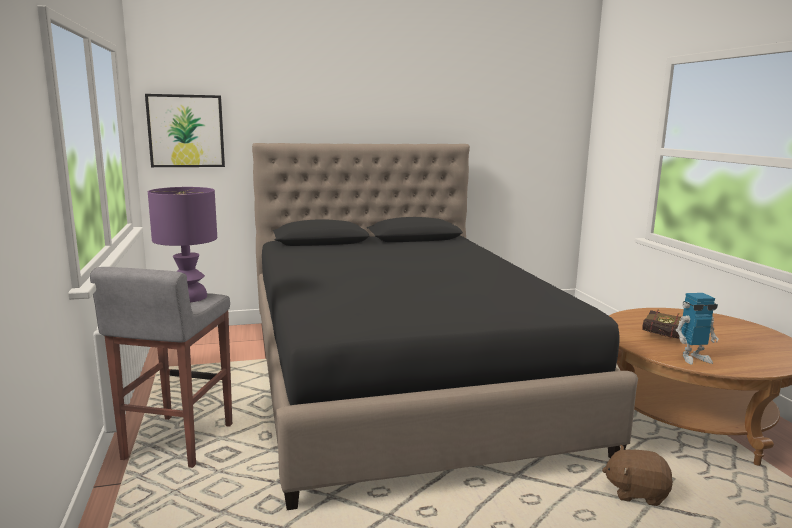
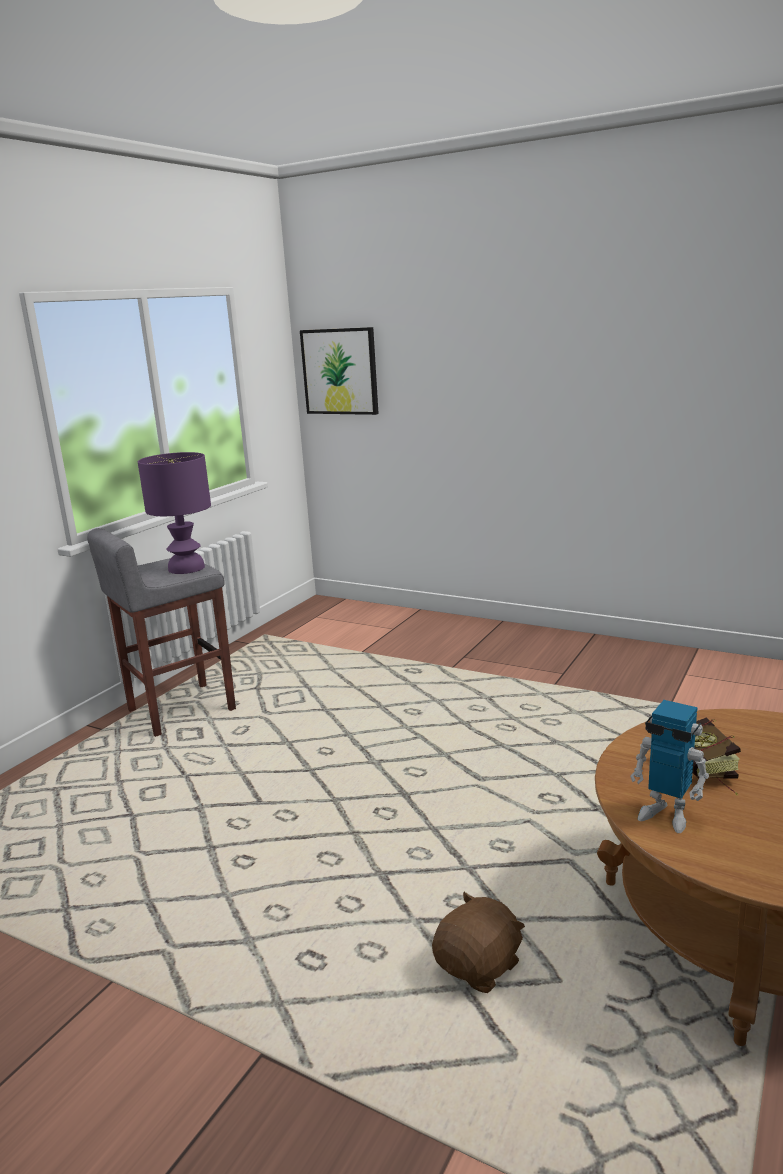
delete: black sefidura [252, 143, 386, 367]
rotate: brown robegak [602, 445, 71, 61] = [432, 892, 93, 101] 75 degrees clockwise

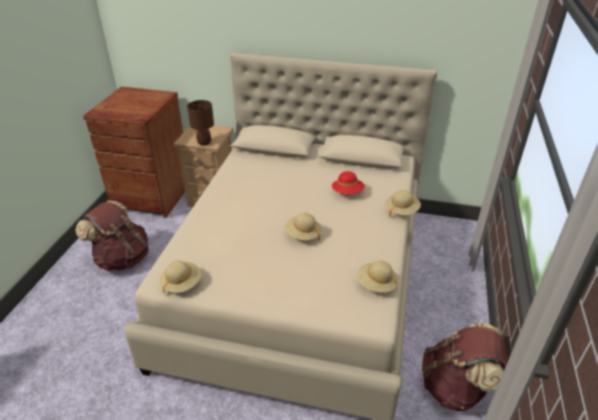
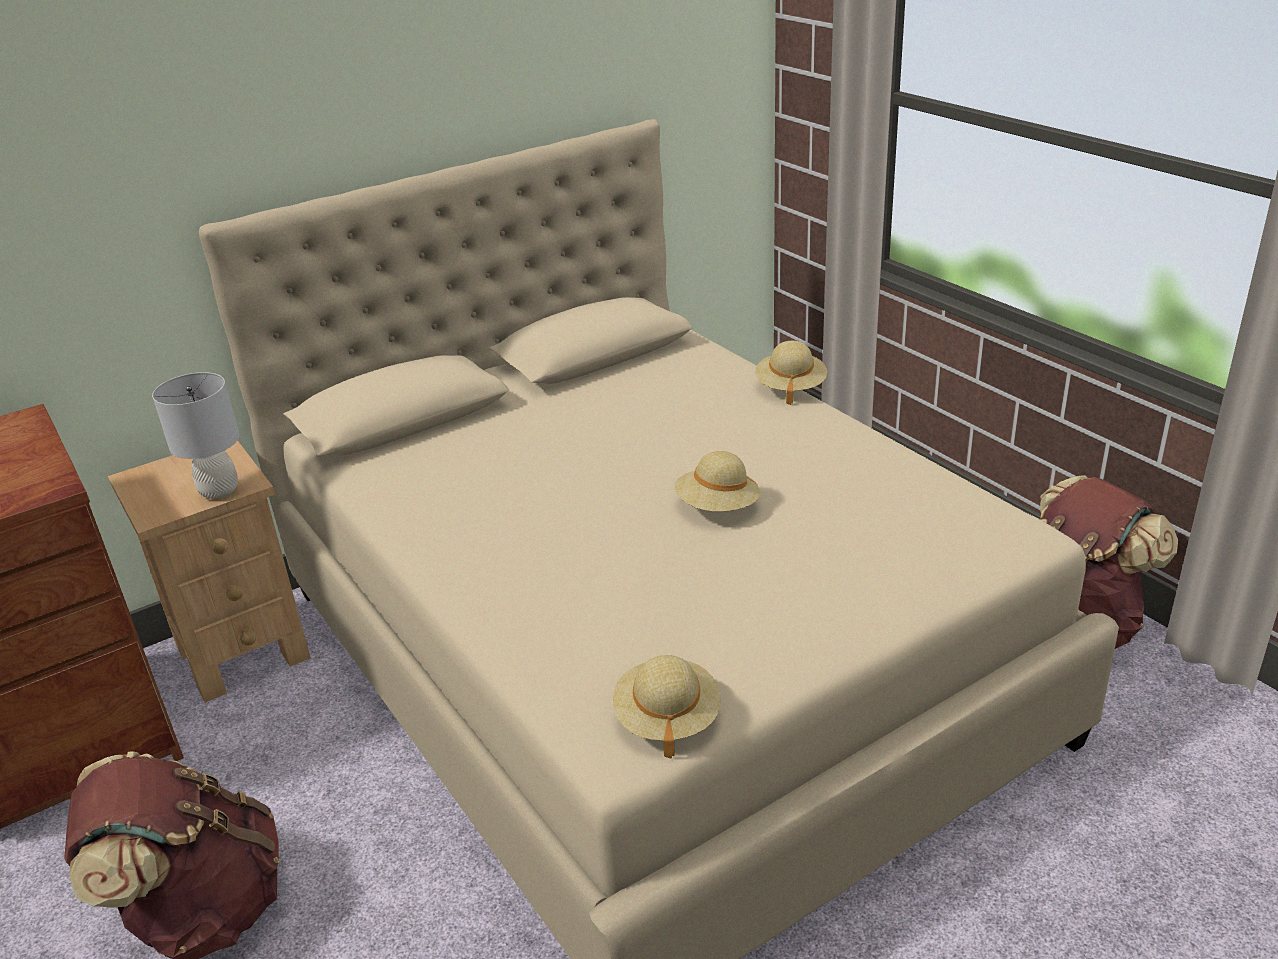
delete: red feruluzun [332, 171, 33, 23]; beige feruluzun [357, 260, 41, 33]
recolor: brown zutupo [187, 100, 27, 45] to grey zutupo [152, 372, 88, 127]

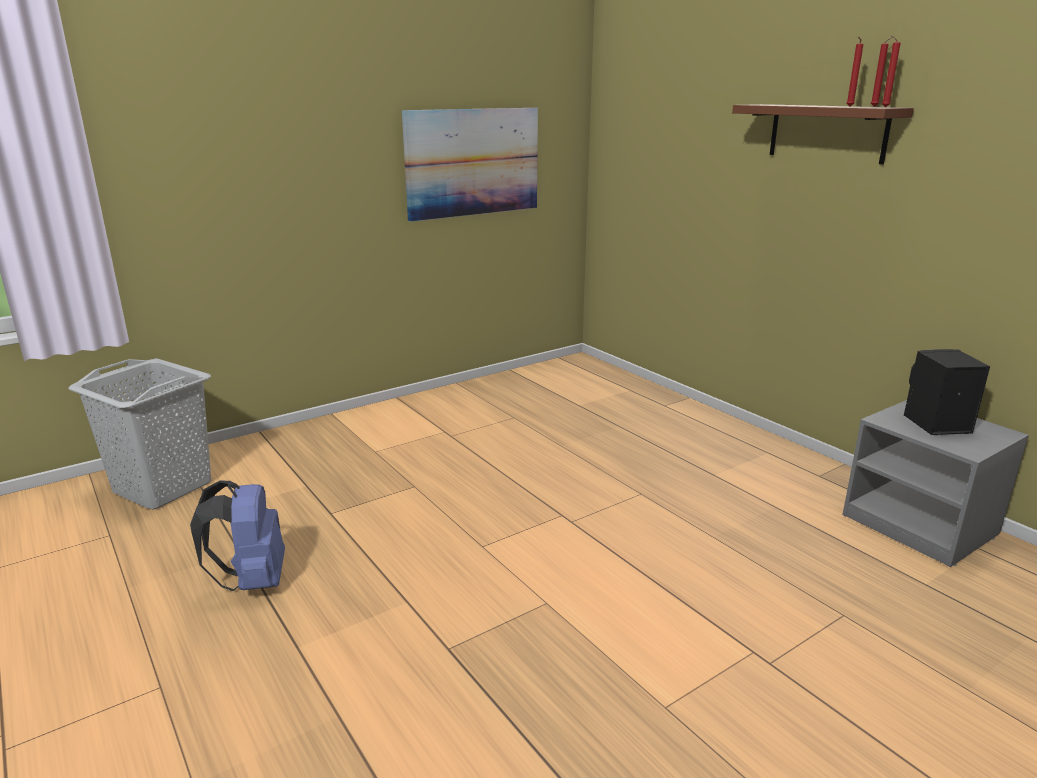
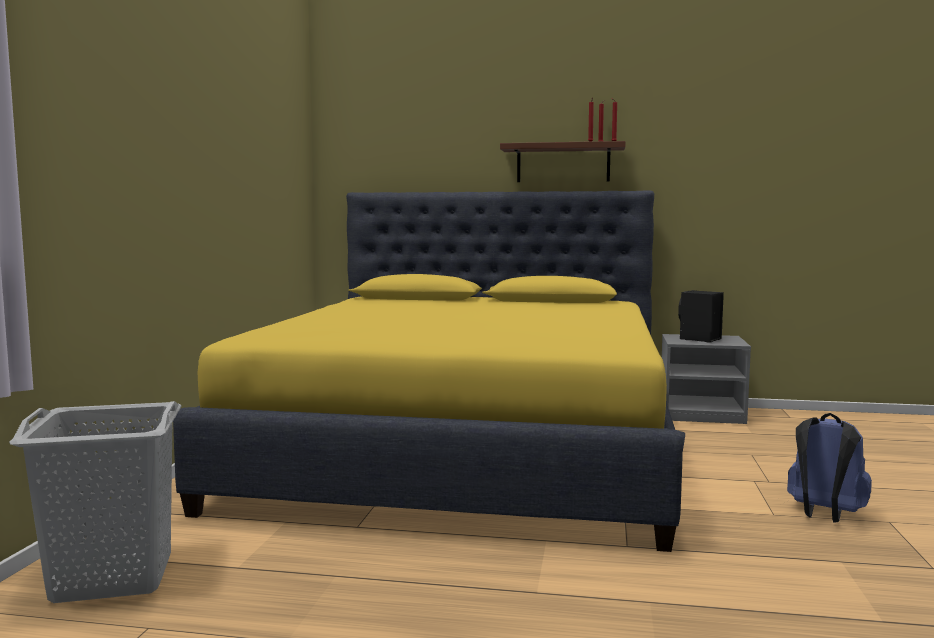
delete: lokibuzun [402, 108, 136, 114]
insert: yellow sefidura [173, 190, 512, 362]
move: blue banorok [190, 480, 95, 111] to [787, 413, 85, 110]

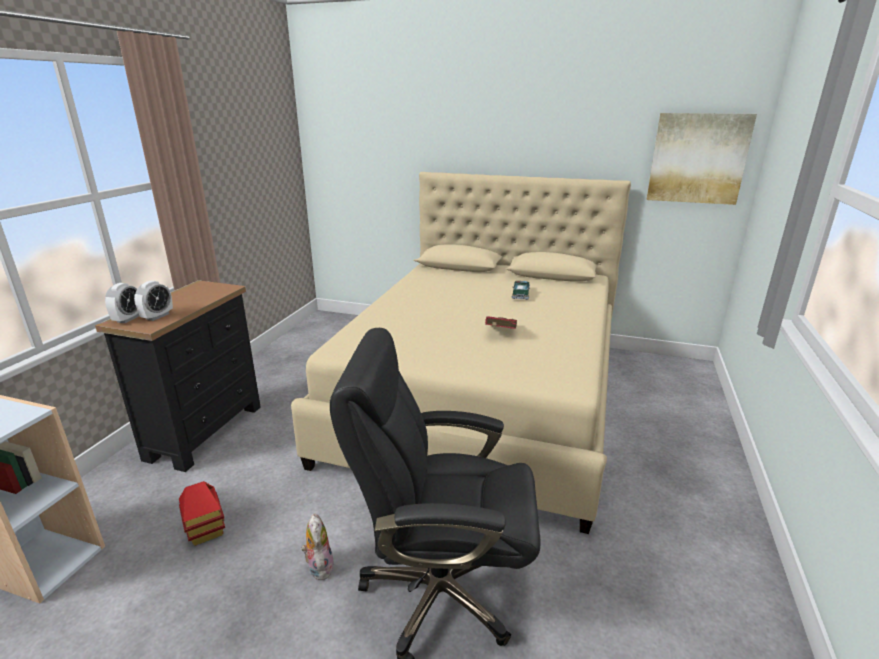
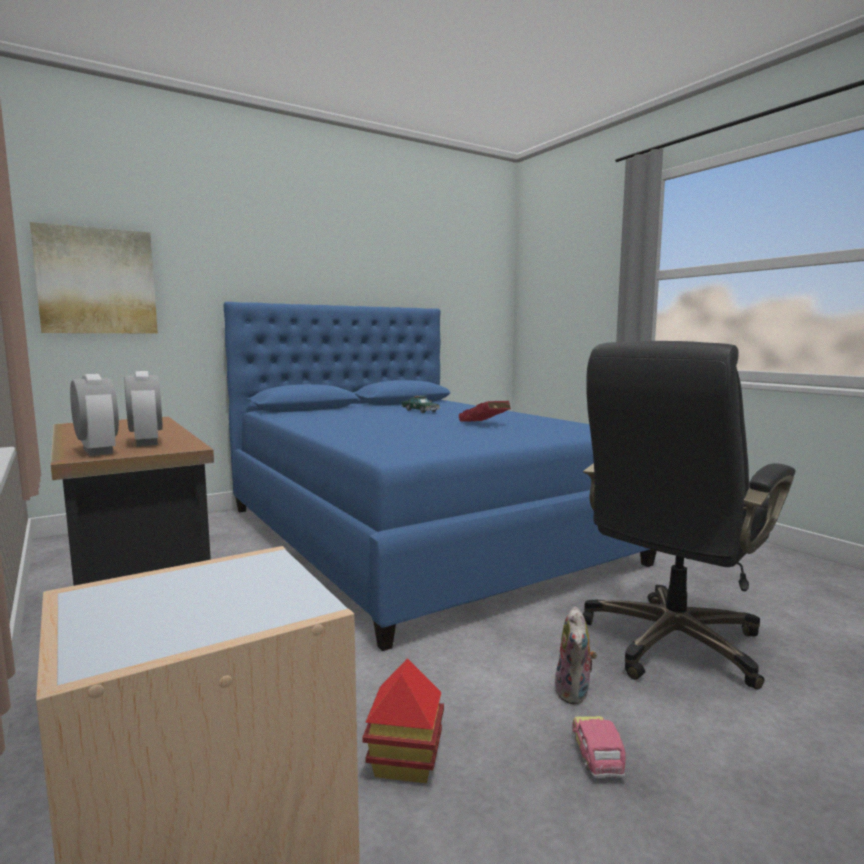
insert: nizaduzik [572, 716, 54, 62]
move: lokibuzun [647, 113, 110, 92] to [30, 222, 128, 112]
recolor: beige sefidura [291, 172, 340, 362] to blue sefidura [224, 302, 433, 349]
rotate: robegak [301, 513, 33, 67] = [554, 606, 43, 98] 105 degrees counterclockwise

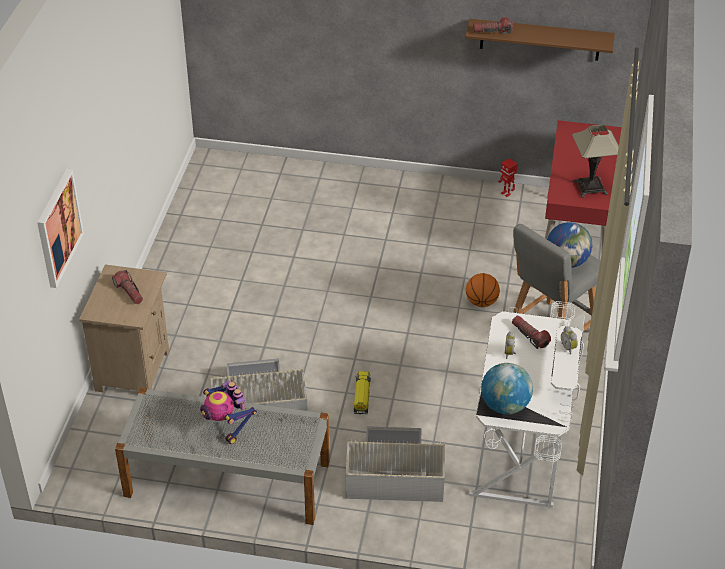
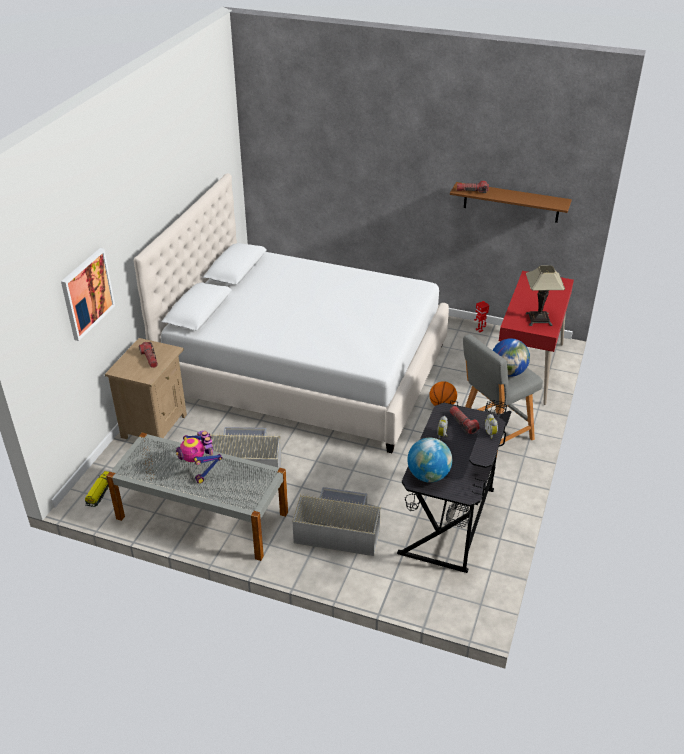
insert: white sefidura [134, 173, 315, 280]
move: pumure [354, 371, 17, 44] to [85, 471, 24, 36]
recolor: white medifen [469, 301, 116, 207] to black medifen [397, 400, 115, 173]

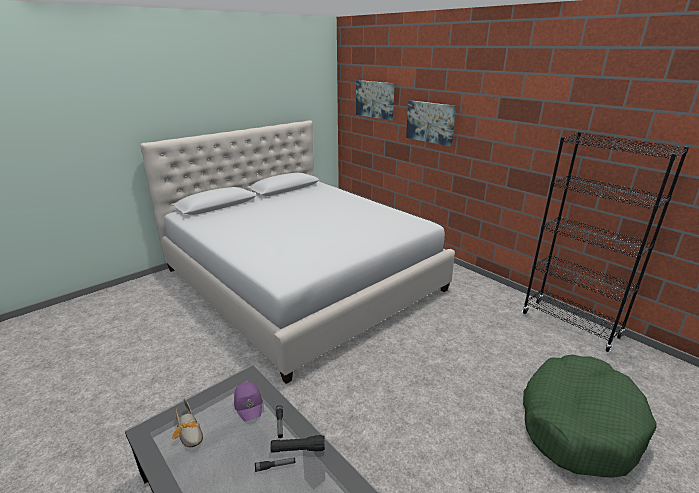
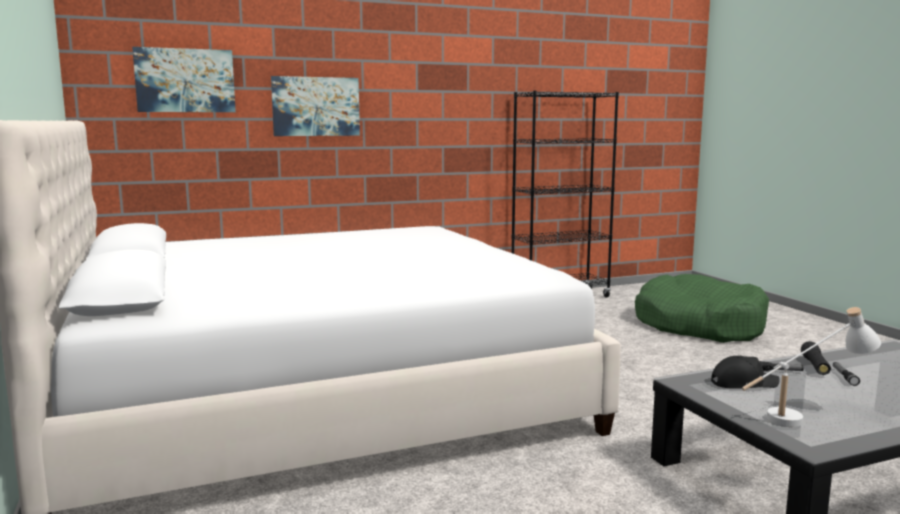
replace: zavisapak [172, 399, 31, 48] to white zutupo [742, 307, 139, 120]
recolor: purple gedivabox [234, 382, 29, 39] to black gedivabox [711, 356, 69, 32]

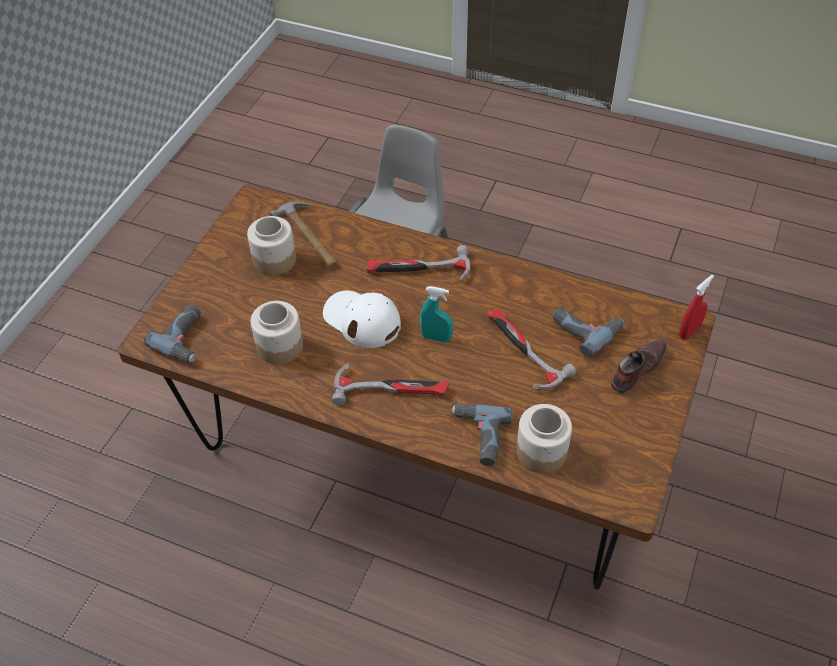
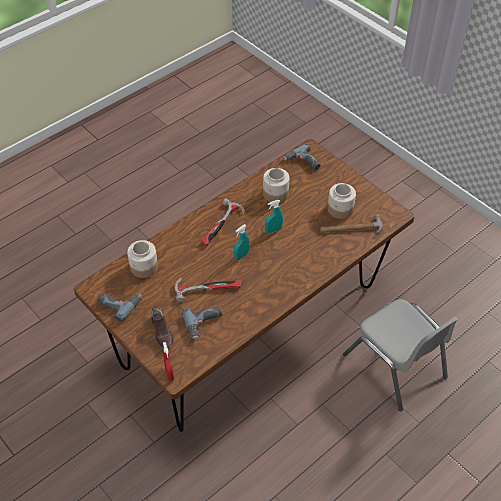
delete: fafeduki [366, 245, 104, 36]
move: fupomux [451, 404, 62, 62] to [97, 293, 45, 29]
replace: white gedivabox [323, 291, 78, 57] to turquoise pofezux [265, 200, 18, 33]

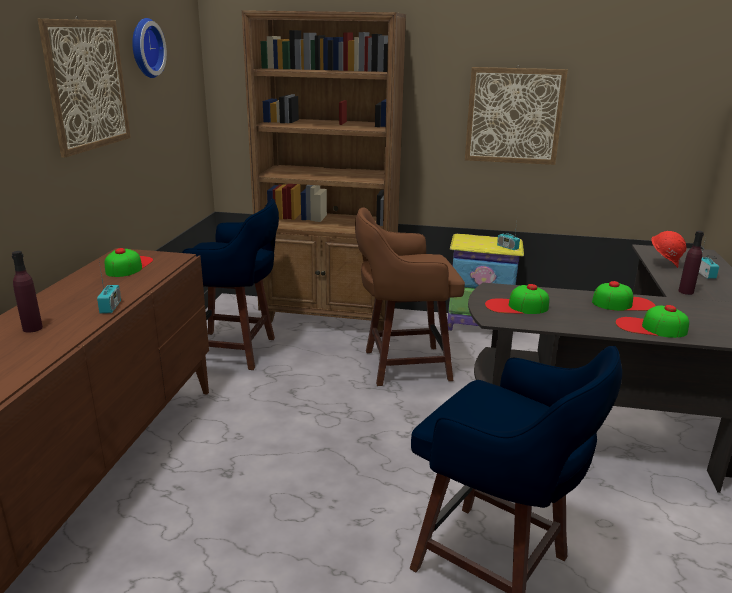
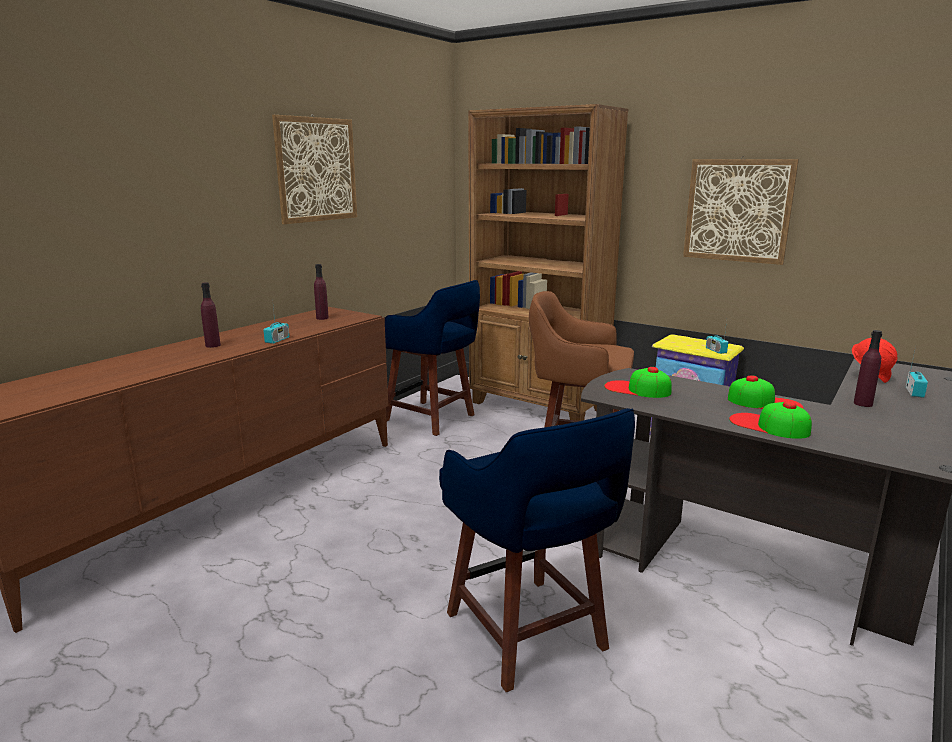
delete: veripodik [132, 18, 35, 60]
replace: gedivabox [105, 248, 48, 29] to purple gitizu [314, 264, 15, 56]

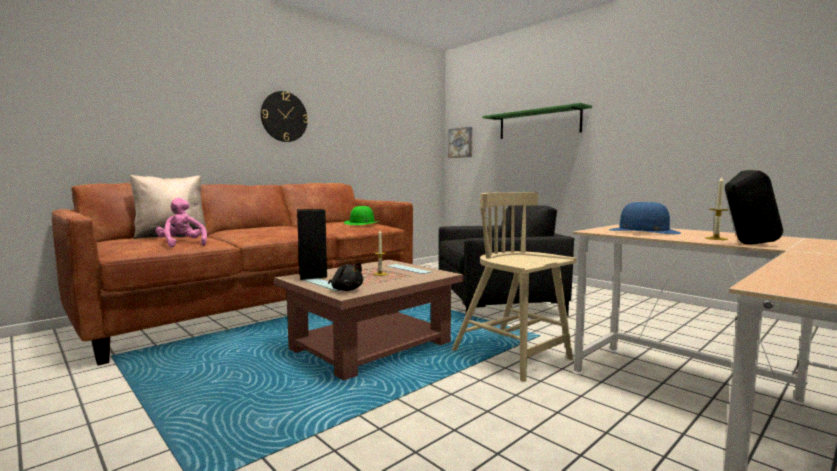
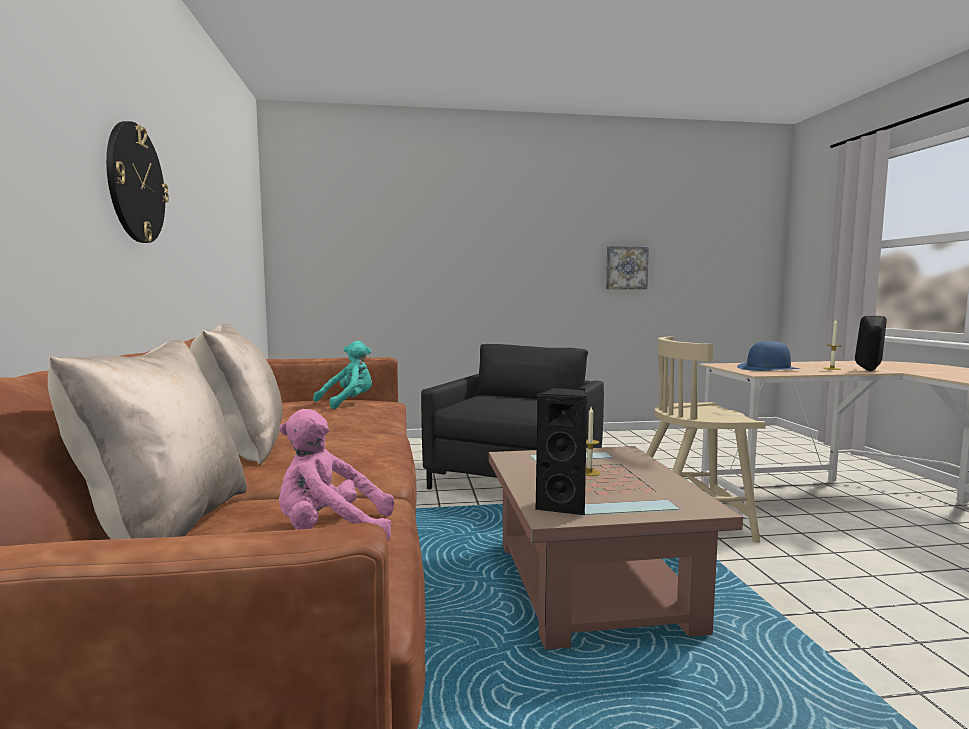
delete: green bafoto [482, 103, 110, 36]; black robegak [328, 263, 35, 28]
insert: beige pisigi [190, 324, 92, 141]
move: lokibuzun [448, 127, 24, 31] to [606, 246, 43, 43]
replace: green feruluzun [344, 206, 32, 19] to turquoise robegak [313, 341, 59, 68]

